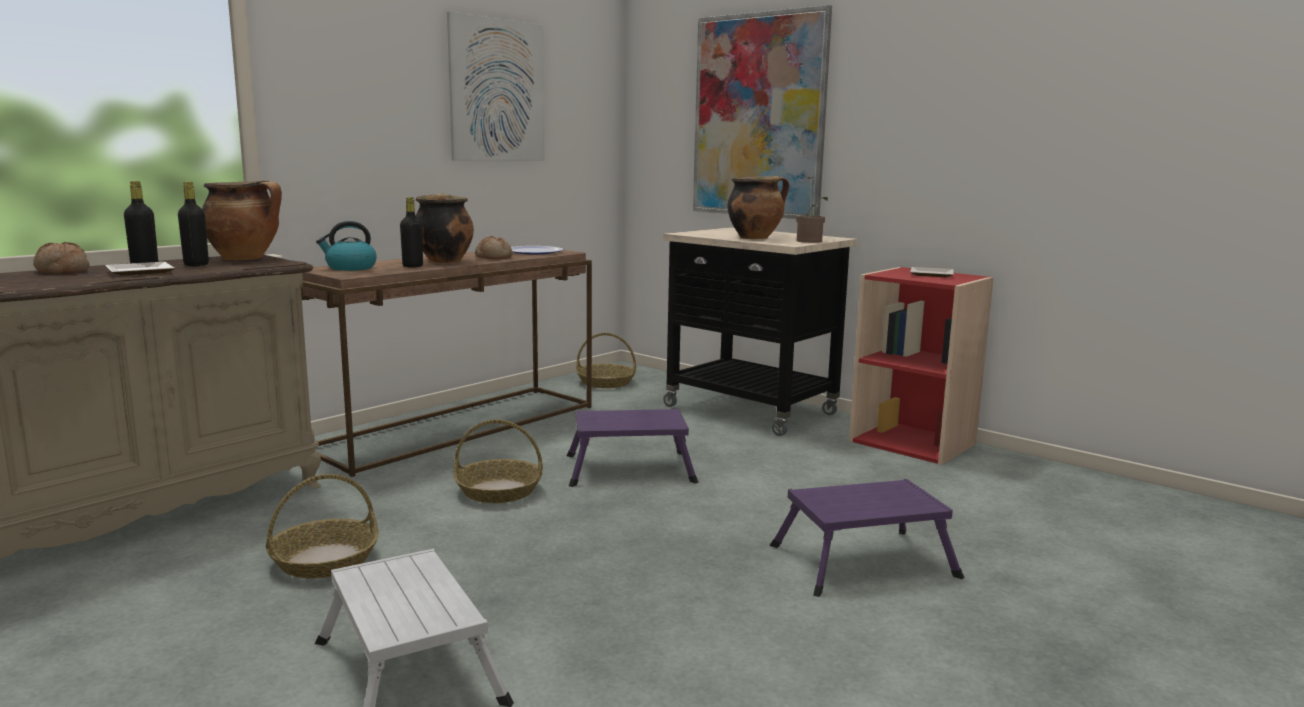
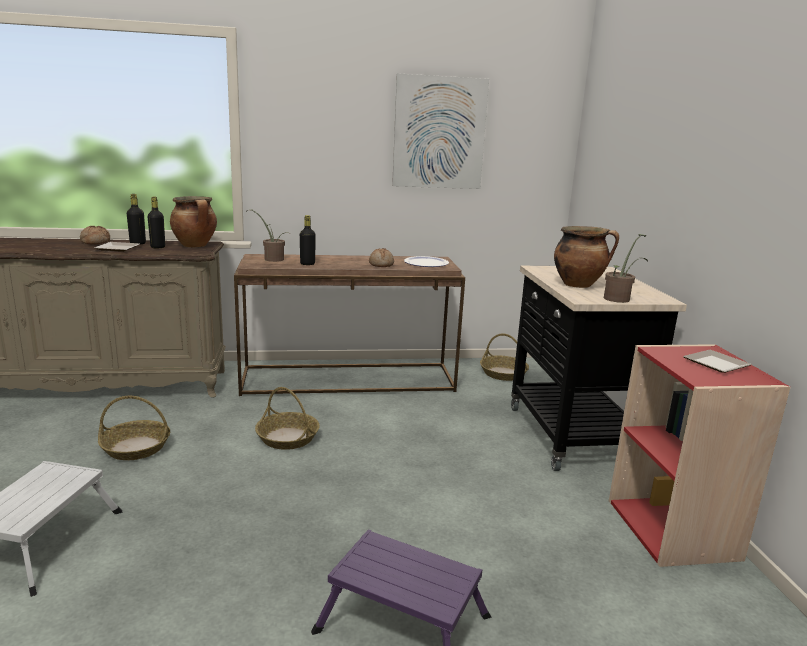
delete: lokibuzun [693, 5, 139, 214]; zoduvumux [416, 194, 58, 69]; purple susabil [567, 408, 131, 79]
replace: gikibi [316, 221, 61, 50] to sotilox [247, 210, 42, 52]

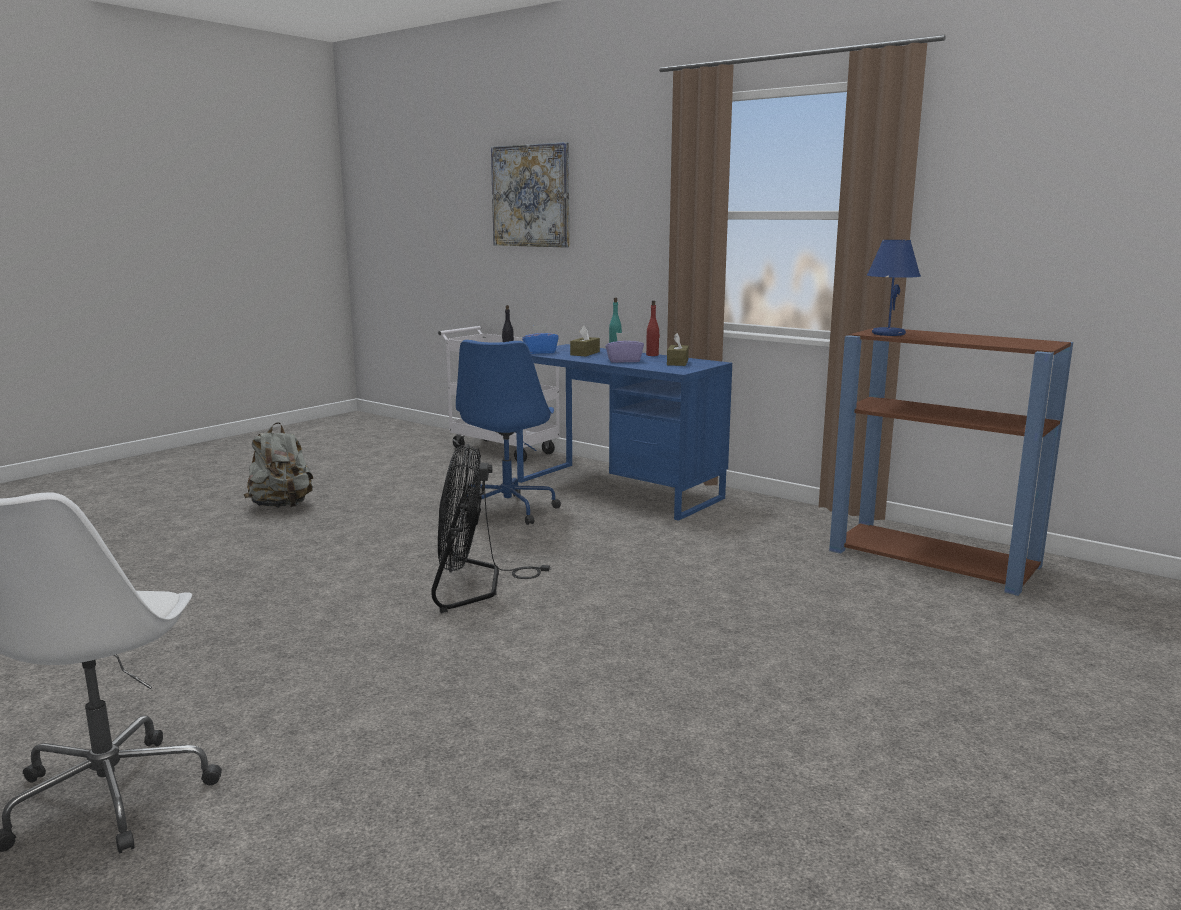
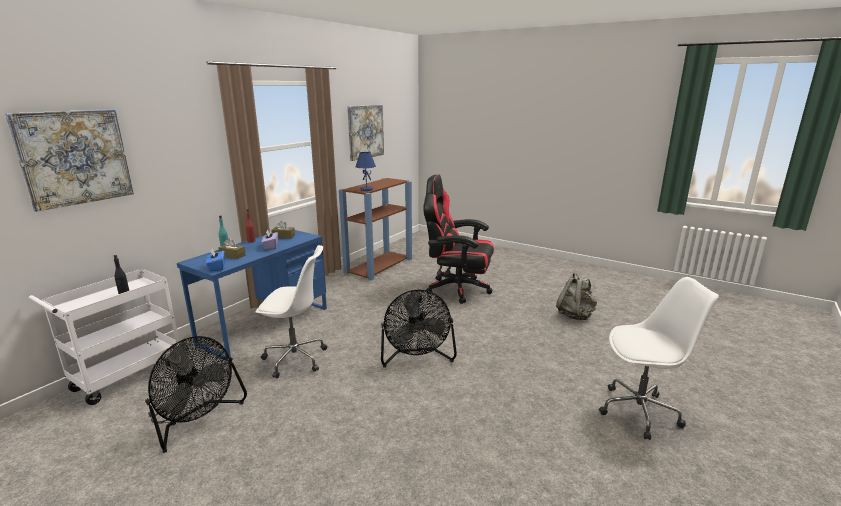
insert: lokibuzun [347, 105, 37, 56]; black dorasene [423, 175, 71, 129]; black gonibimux [145, 336, 102, 117]
move: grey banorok [244, 422, 69, 86] to [556, 273, 41, 47]
recolor: blue dorasene [456, 340, 105, 185] to white dorasene [256, 245, 71, 133]

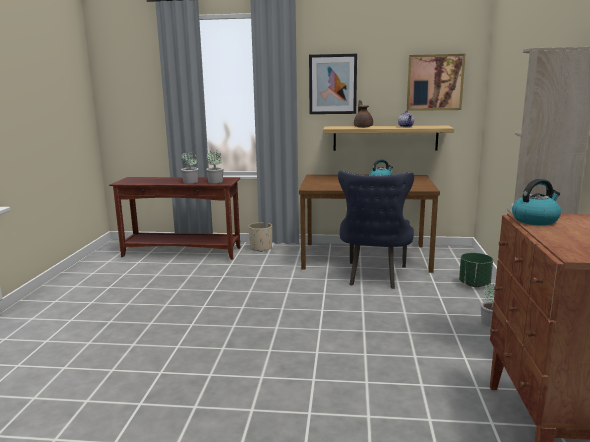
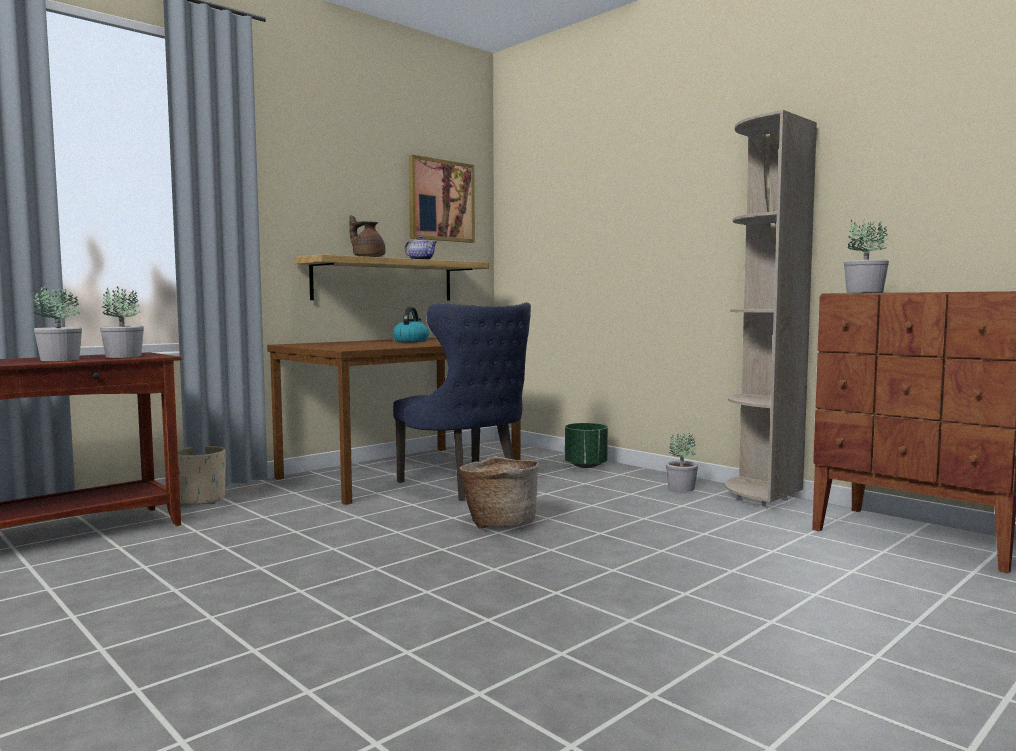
delete: lokibuzun [309, 54, 48, 60]
insert: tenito [459, 456, 80, 73]
replace: gikibi [512, 179, 49, 46] to sotilox [844, 219, 45, 74]

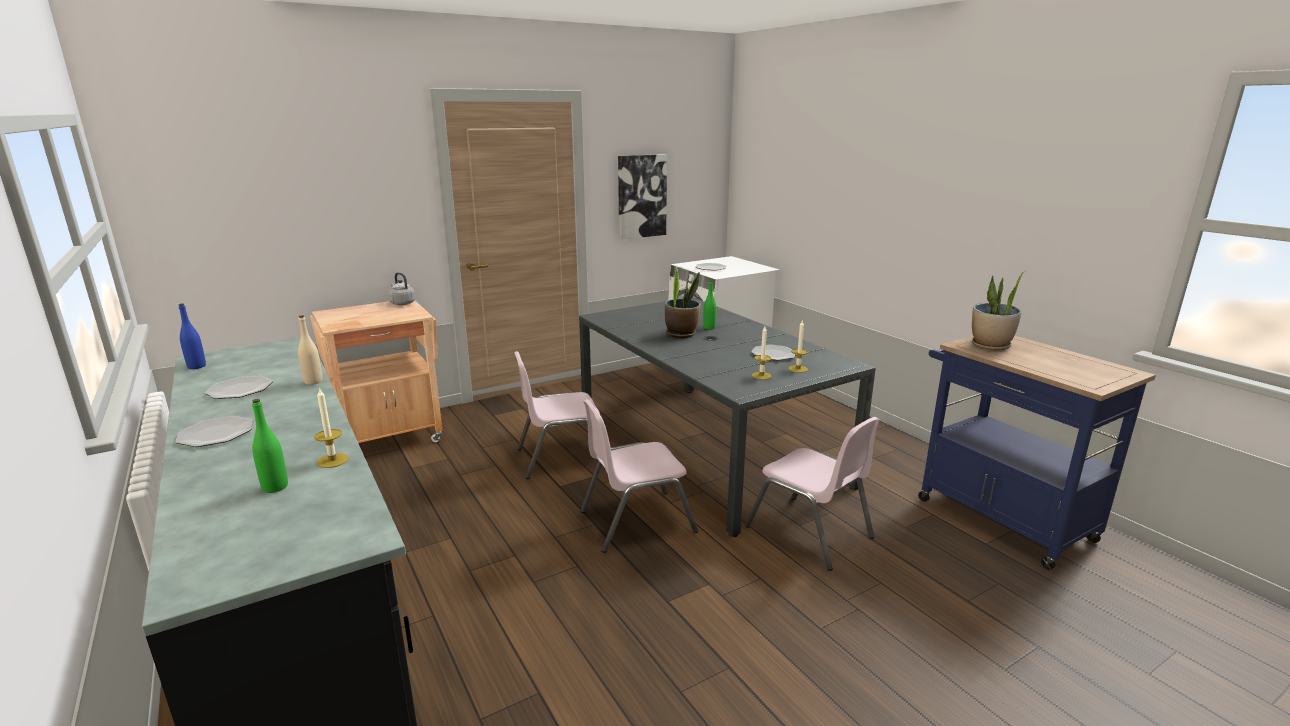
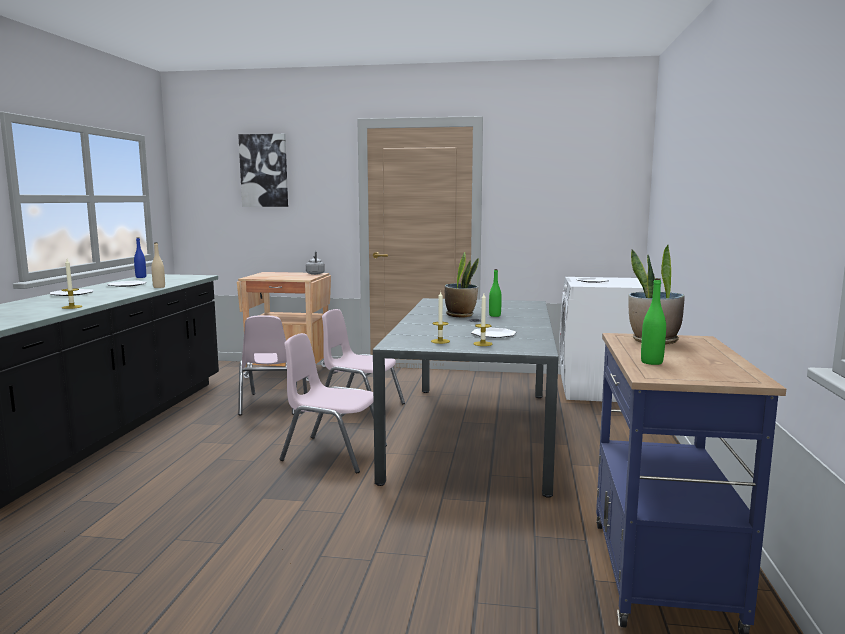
move: lokibuzun [618, 154, 49, 86] to [238, 134, 50, 73]; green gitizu [252, 399, 36, 94] to [641, 278, 25, 87]; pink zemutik [745, 417, 135, 153] to [238, 315, 69, 100]

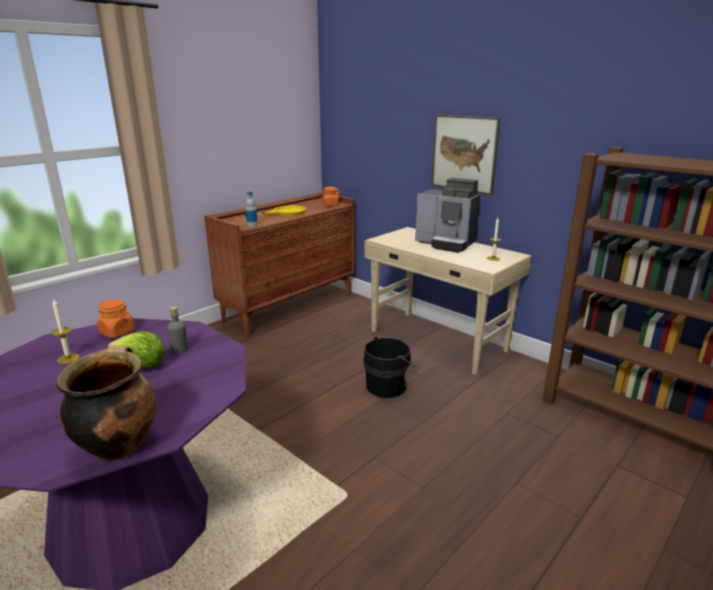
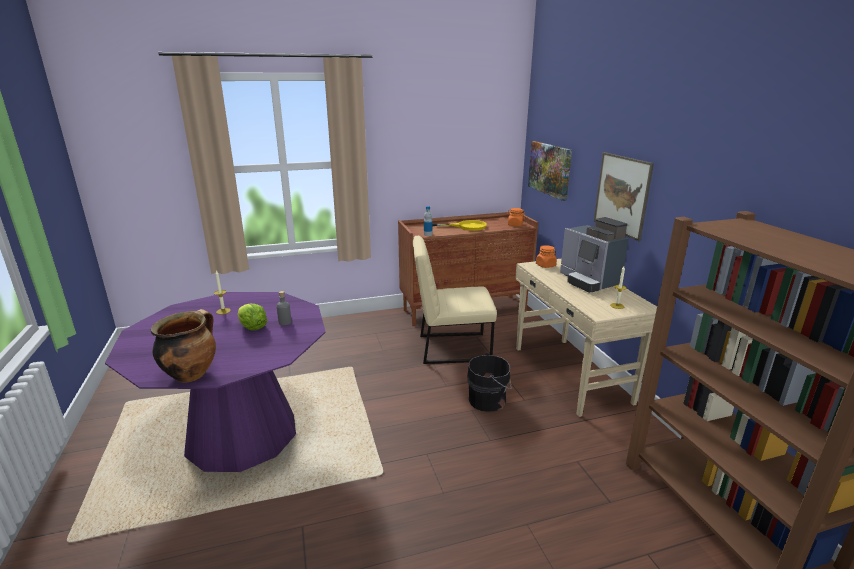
insert: lokibuzun [528, 141, 44, 60]; beige zemutik [413, 236, 84, 128]
move: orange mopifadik [97, 299, 38, 39] to [536, 245, 21, 23]

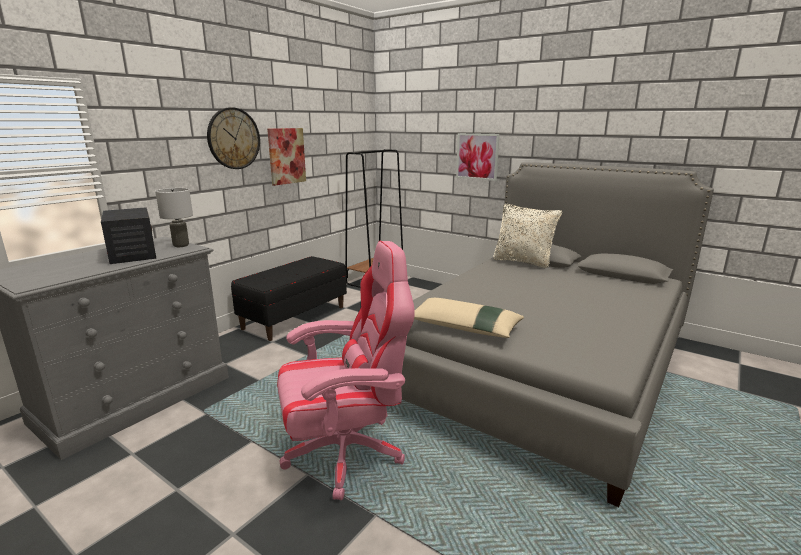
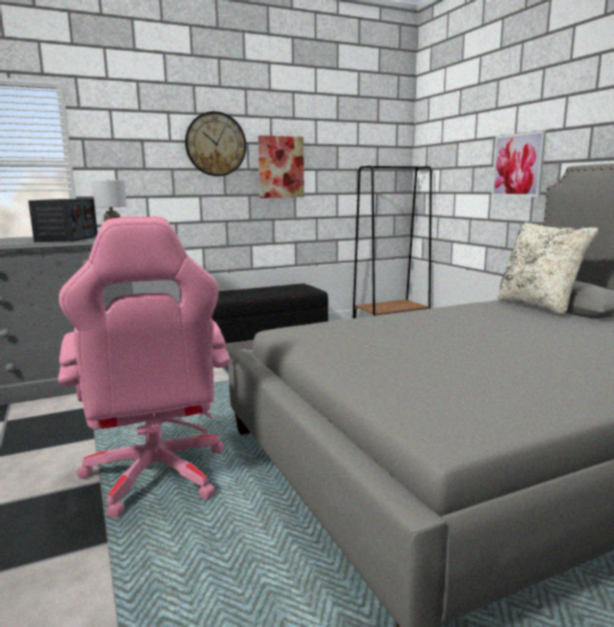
delete: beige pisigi [414, 298, 110, 40]
rotate: pink dorasene [277, 241, 138, 259] = [58, 217, 172, 301] 60 degrees clockwise

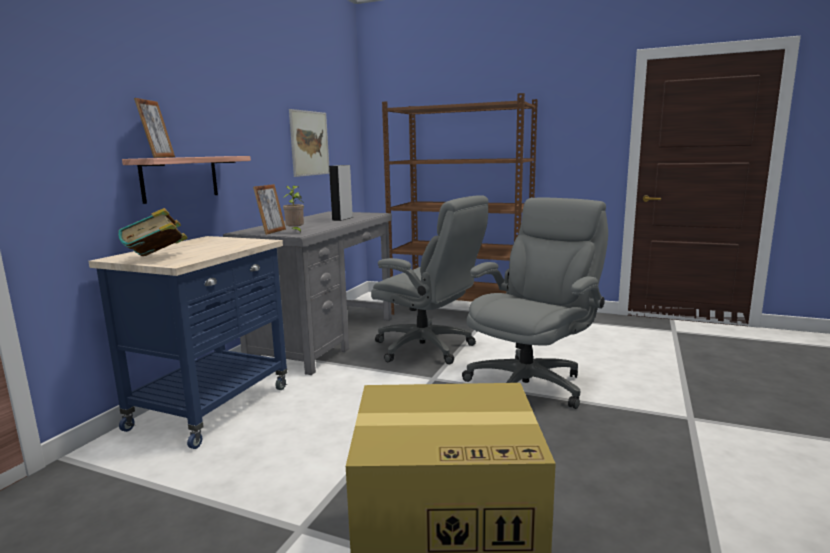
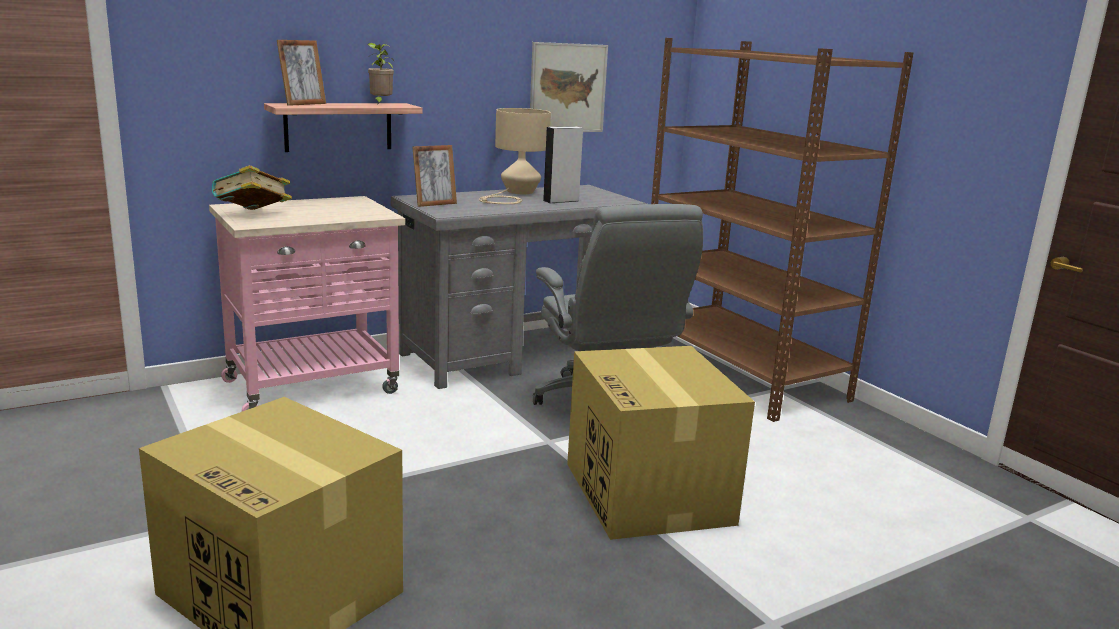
insert: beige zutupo [479, 108, 72, 96]
move: sotilox [283, 185, 21, 48] to [367, 43, 27, 61]
replace: grey dorasene [462, 198, 146, 211] to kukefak [567, 346, 188, 194]
recolor: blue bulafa [88, 236, 199, 213] to pink bulafa [209, 196, 196, 215]

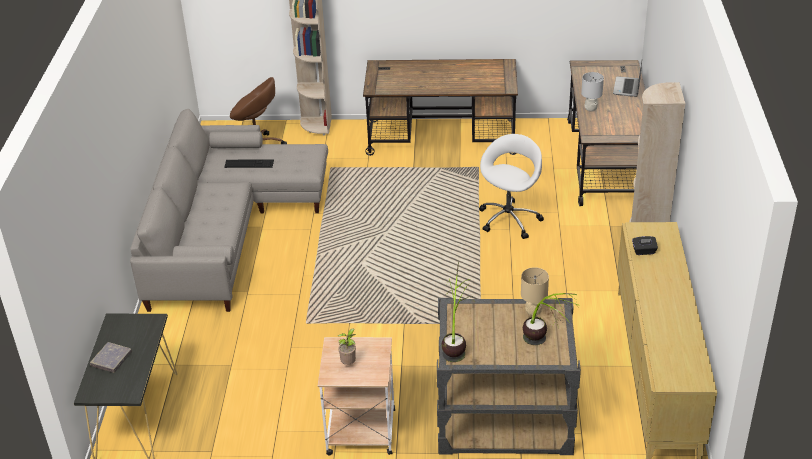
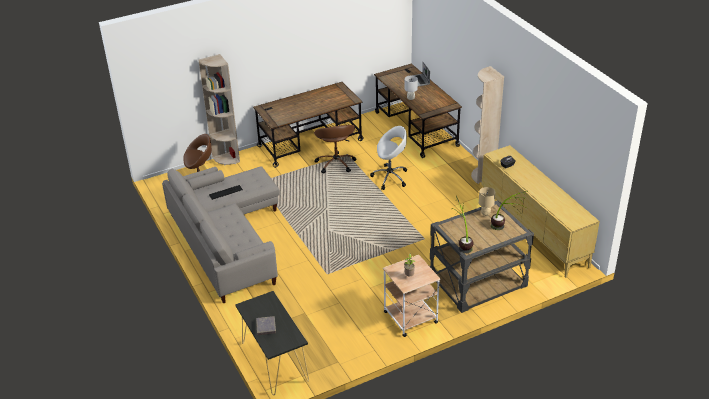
insert: brown dorasene [314, 125, 42, 48]
rotate: white dorasene [479, 134, 65, 105] = [370, 126, 37, 64] 75 degrees clockwise

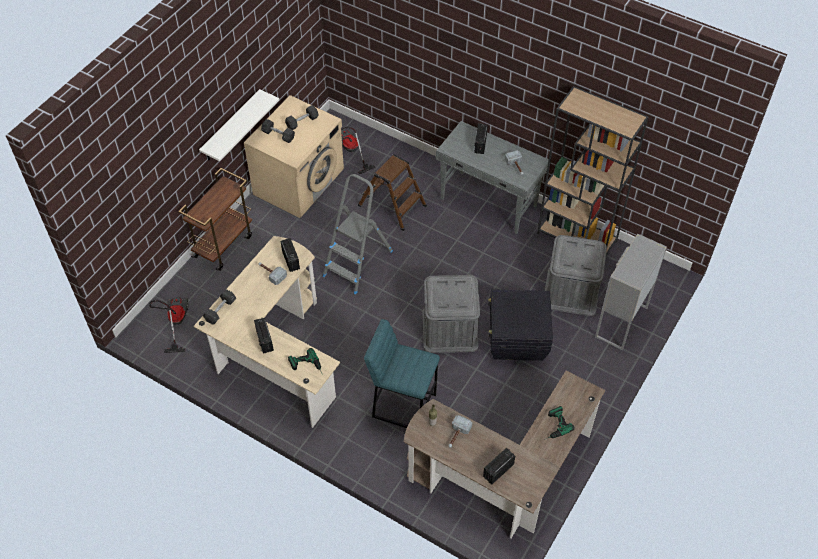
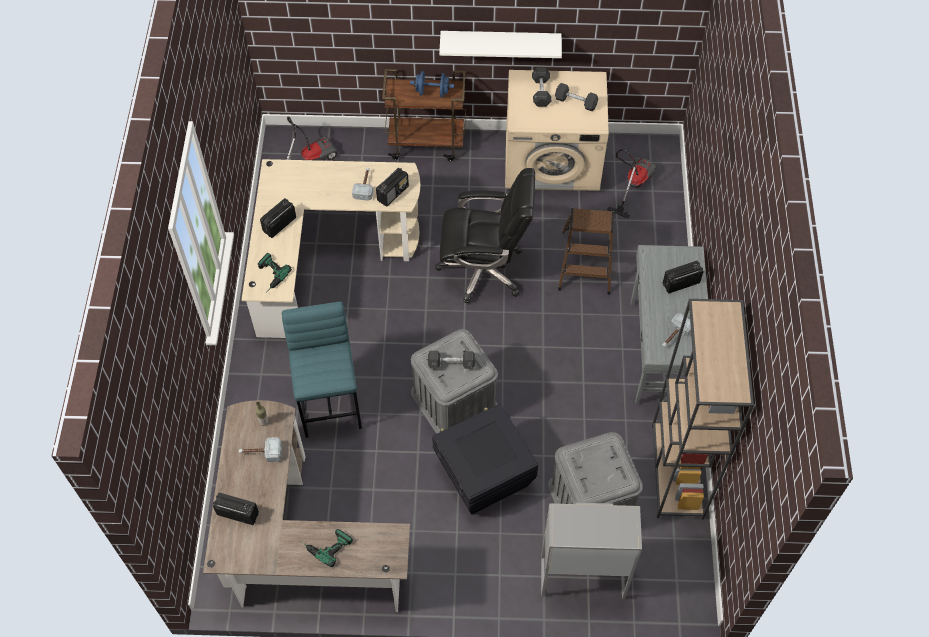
insert: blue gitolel [410, 71, 44, 26]
move: grey gitolel [203, 289, 33, 36] to [428, 351, 47, 18]
replace: grey susabil [323, 174, 70, 120] to black dorasene [435, 168, 100, 135]

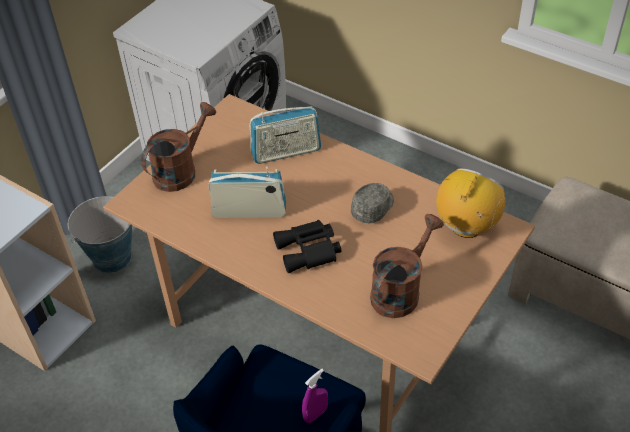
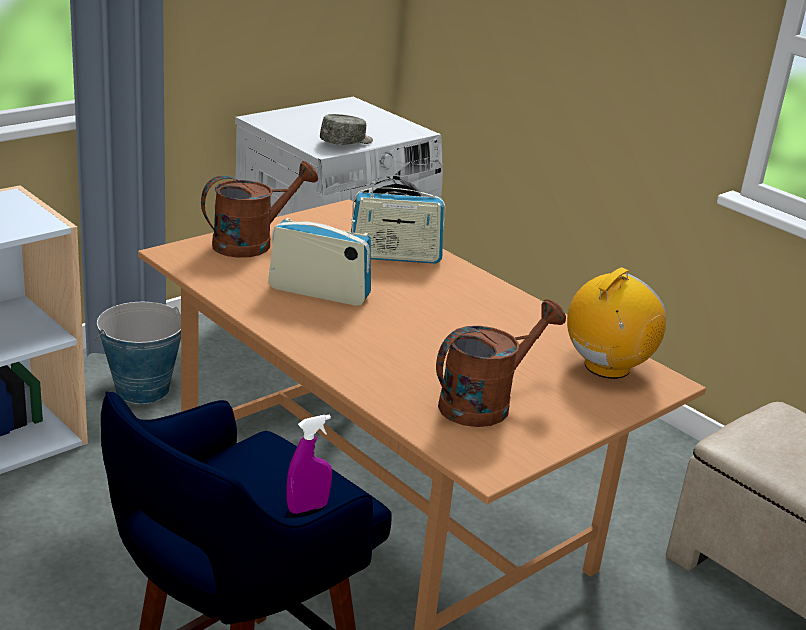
delete: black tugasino [273, 220, 68, 53]
move: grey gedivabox [351, 183, 43, 40] to [320, 114, 53, 31]

